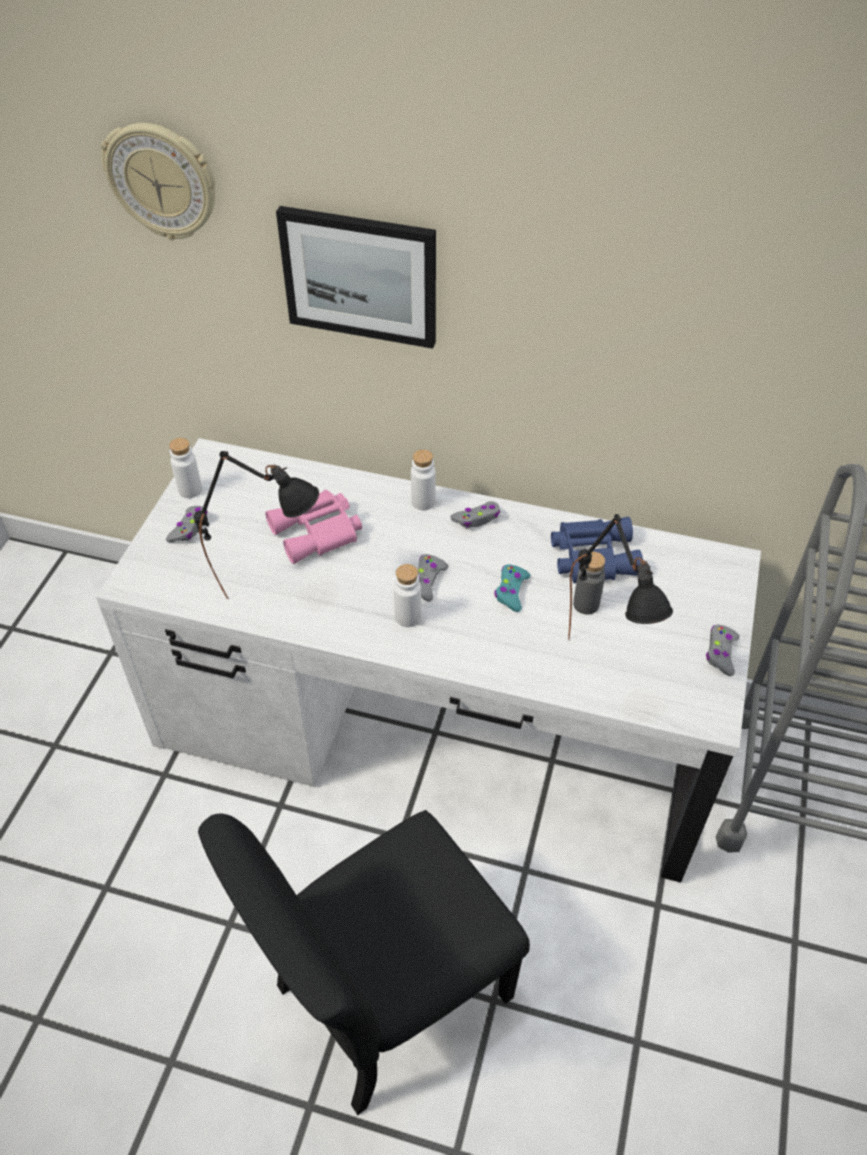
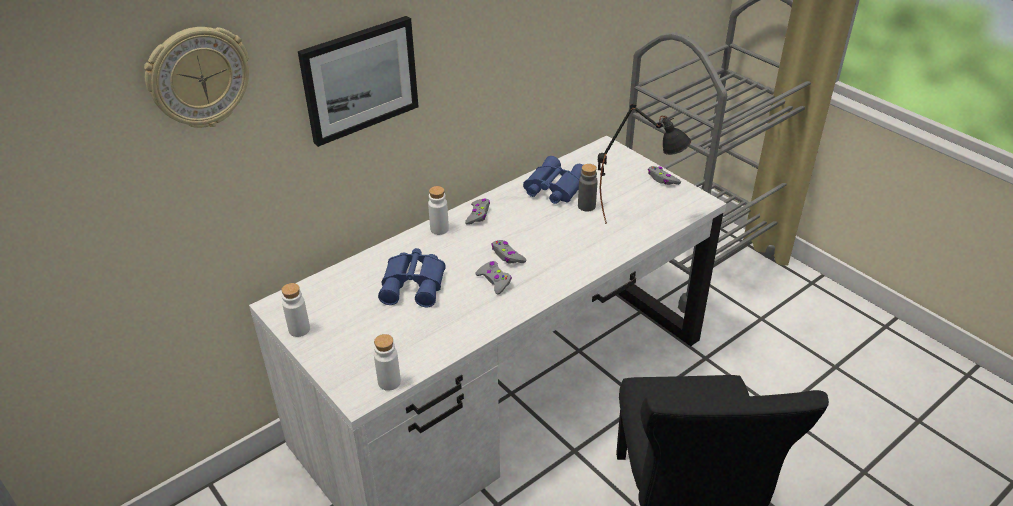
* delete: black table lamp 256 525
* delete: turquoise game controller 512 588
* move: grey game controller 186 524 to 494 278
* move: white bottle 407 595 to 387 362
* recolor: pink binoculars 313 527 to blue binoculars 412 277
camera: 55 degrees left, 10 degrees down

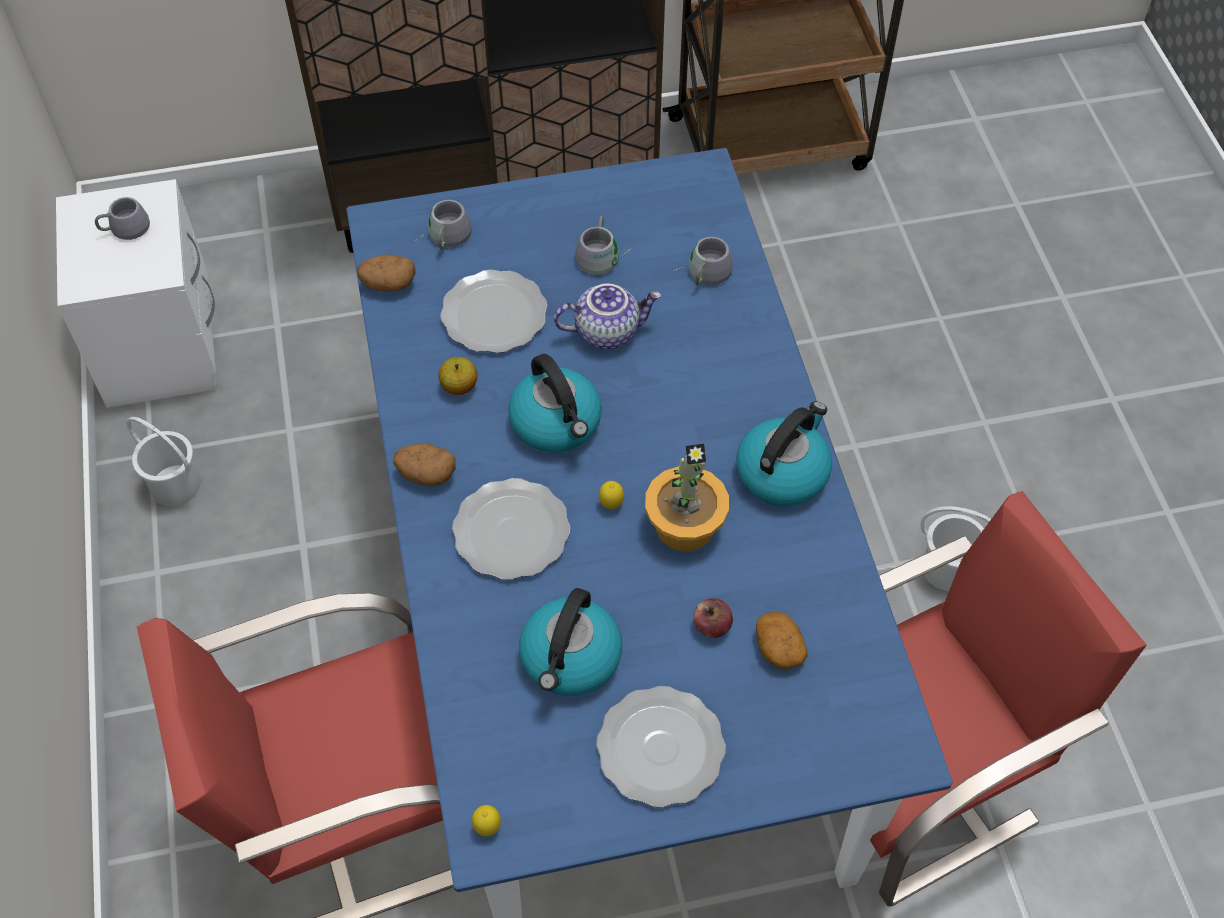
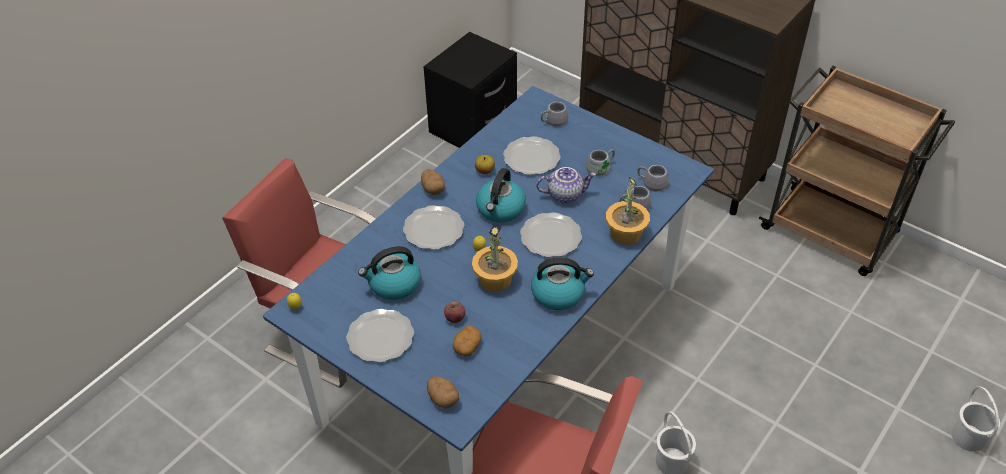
* insert: plate 551 234
* insert: potted plant 628 211
* move: grey mug 122 218 to 653 178
* move: white bucket 163 461 to 975 419
* move: potato 386 273 to 443 392
* recolor: white nightstand 136 293 to black nightstand 470 90
* rotate: teapot 607 316 = 566 185 45 degrees counterclockwise
camera: 50 degrees right, 10 degrees down

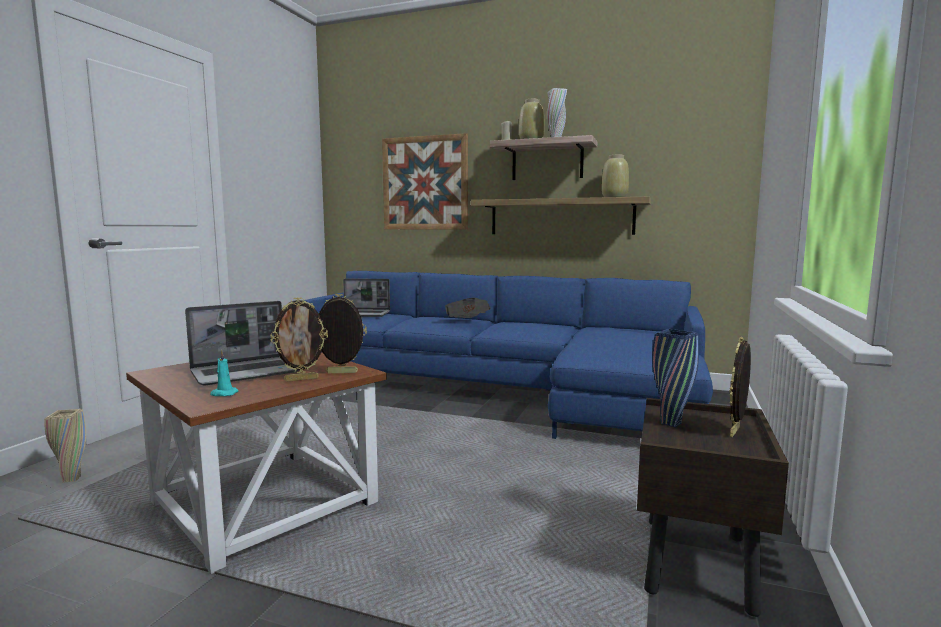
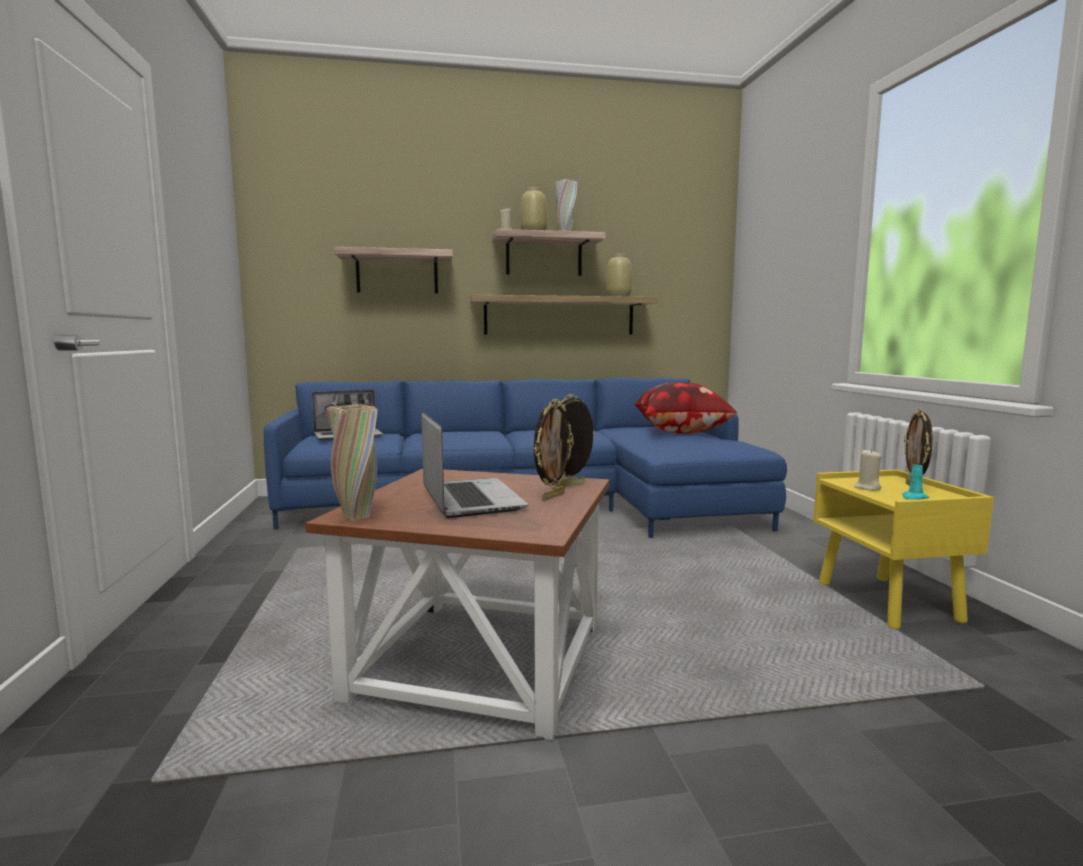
* delete: newspaper 467 308
* insert: pillow 685 408
* move: beige vase 65 446 to 352 462
* move: turquoise candle 224 373 to 915 478
* replace: picture 425 181 to shelf 393 270
* replace: blue vase 675 378 to beige candle 868 469
* recolor: brown nightstand 713 507 to yellow nightstand 903 549
* rotate: laptop 242 343 = 474 465 45 degrees counterclockwise
camera: 30 degrees left, 0 degrees up

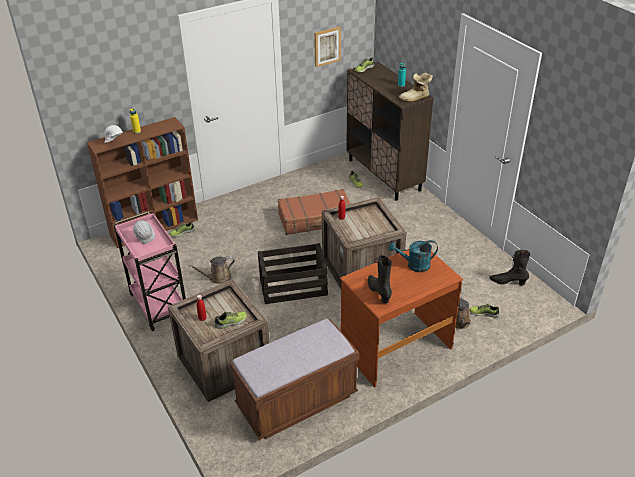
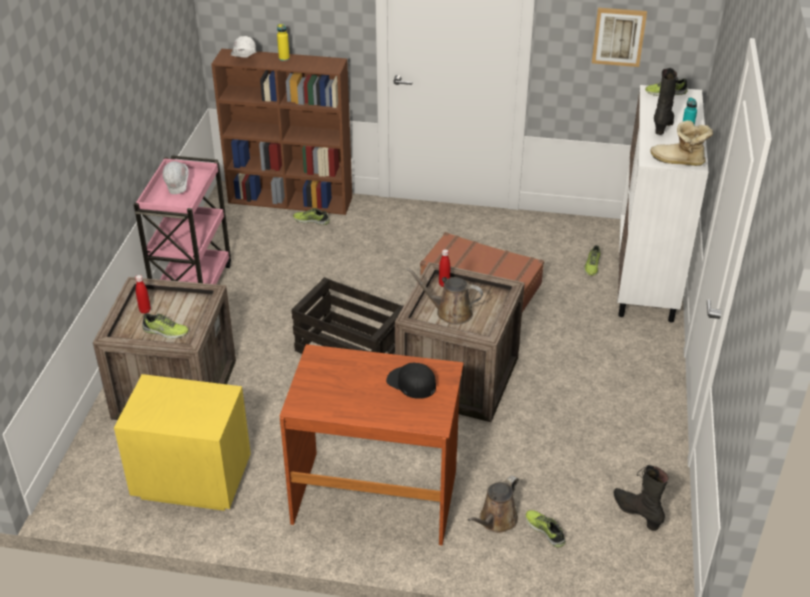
* move: brown watering can 211 270 to 444 296
* move: black boot 380 279 to 666 101
* replace: brown bench 294 379 to yellow nightstand 182 442
* replace: turquoise watering can 413 256 to black cap 411 381
* recolor: brown cabinet 389 130 to white cabinet 663 204
camera: 40 degrees right, 0 degrees up

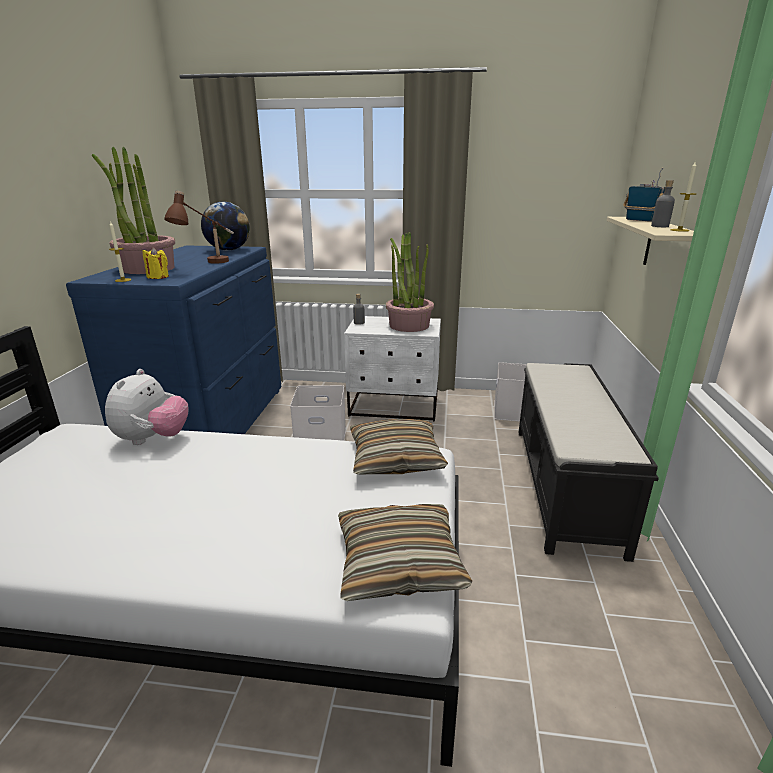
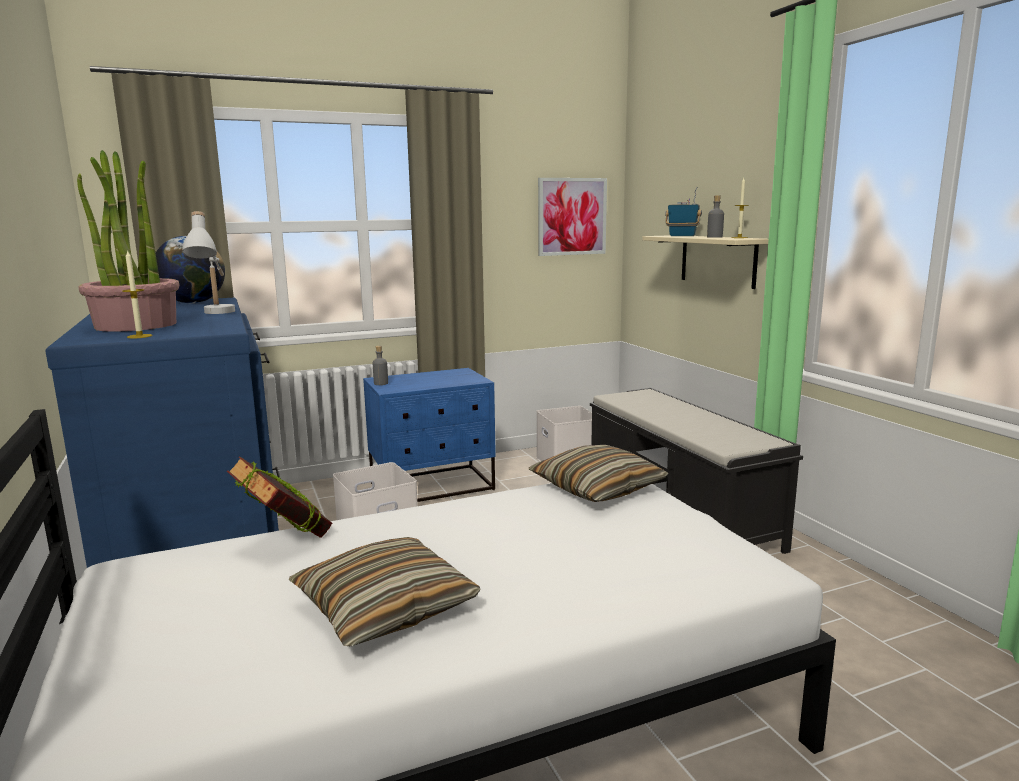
* delete: yellow candle 156 263
* delete: potted plant 410 282
* insert: picture 572 217
* move: pillow 405 552 to 384 591
* replace: plush toy 147 407 to book 279 497
* recolor: brown table lamp 199 227 to white table lamp 208 262
* recolor: white nightstand 392 368 to blue nightstand 429 435
camera: 30 degrees left, 10 degrees down

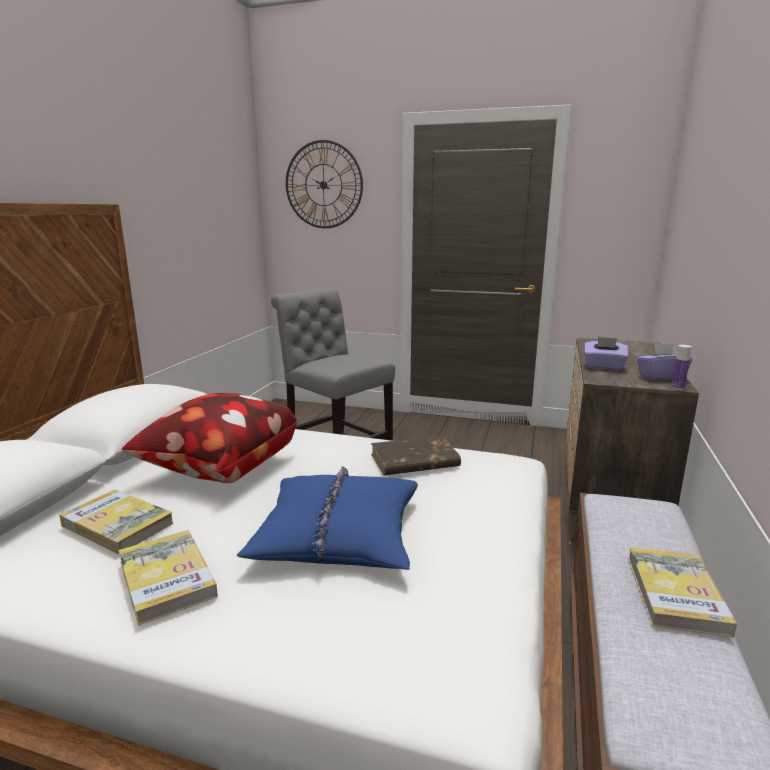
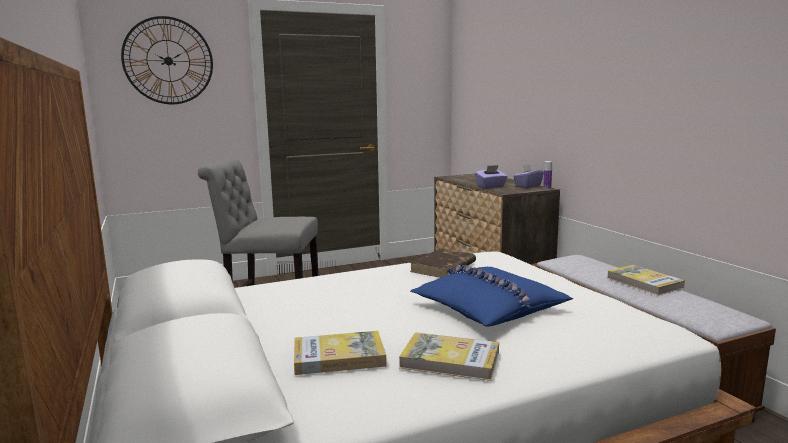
* delete: pillow 209 438
camera: 40 degrees left, 5 degrees down

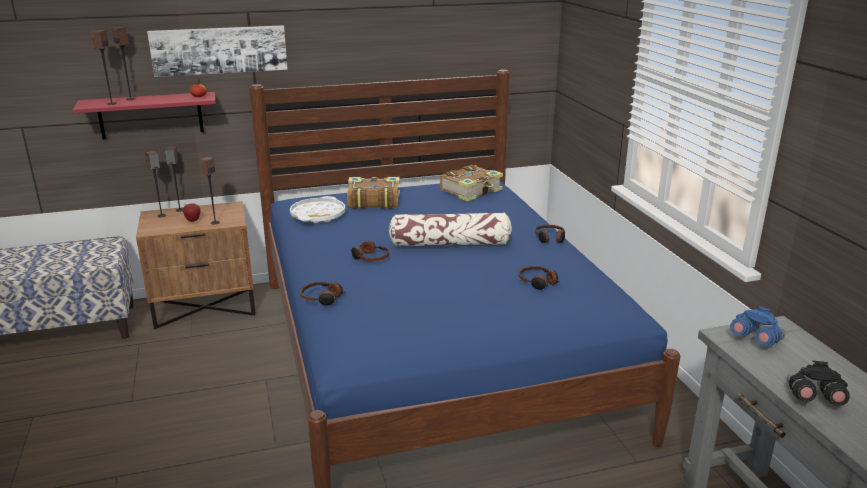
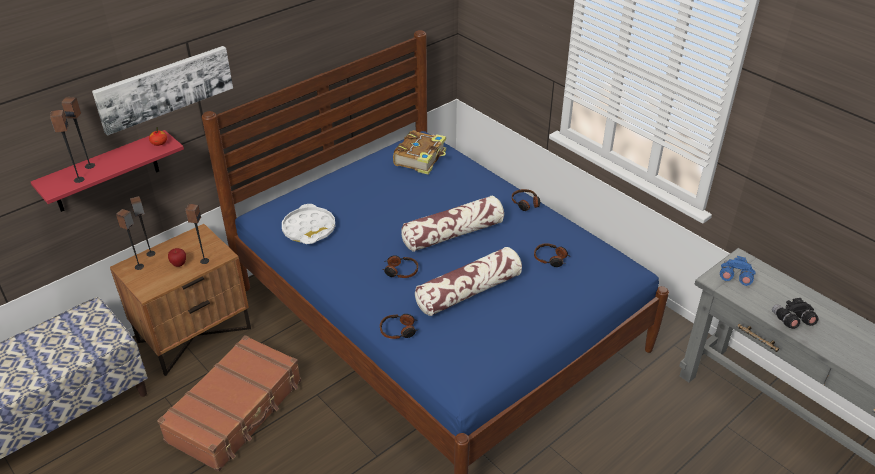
* delete: book 373 193
* insert: brown suitcase 229 403
* insert: pillow 468 281
camera: 25 degrees left, 15 degrees up

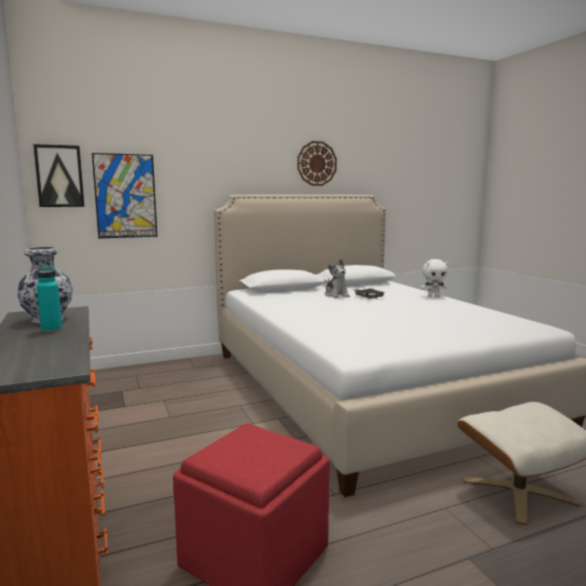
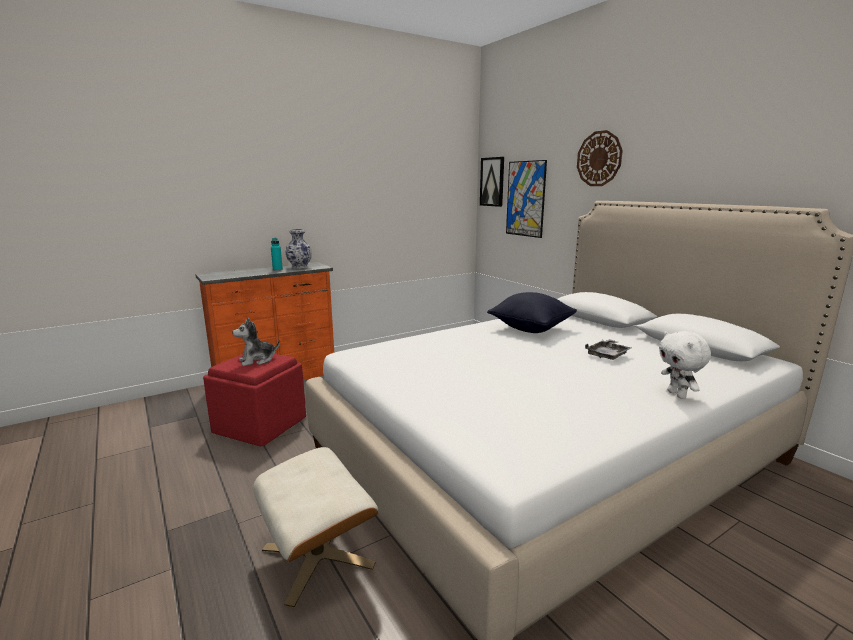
* insert: black pillow 532 312
* move: wall clock 317 163 to 600 158
* move: plush toy 337 278 to 256 342
camera: 80 degrees right, 5 degrees up

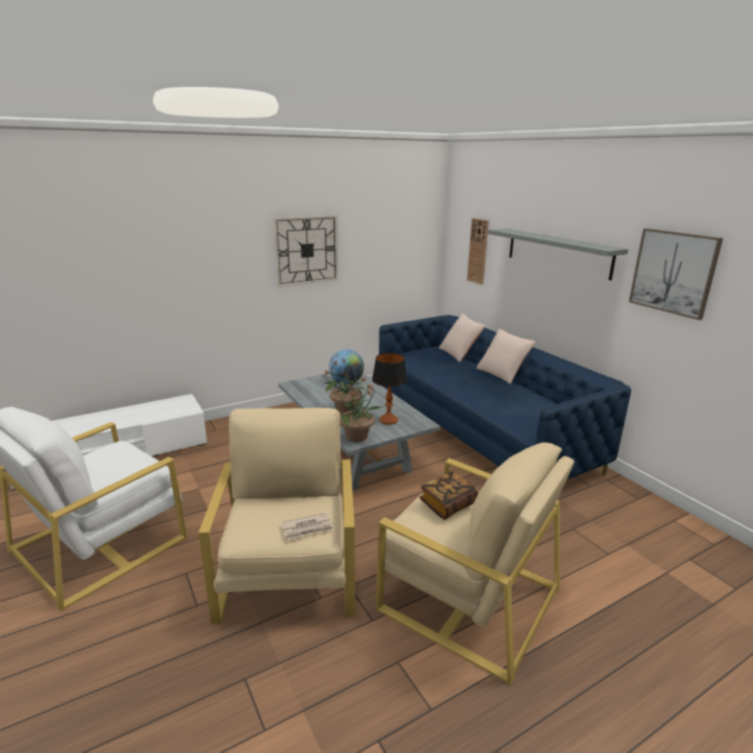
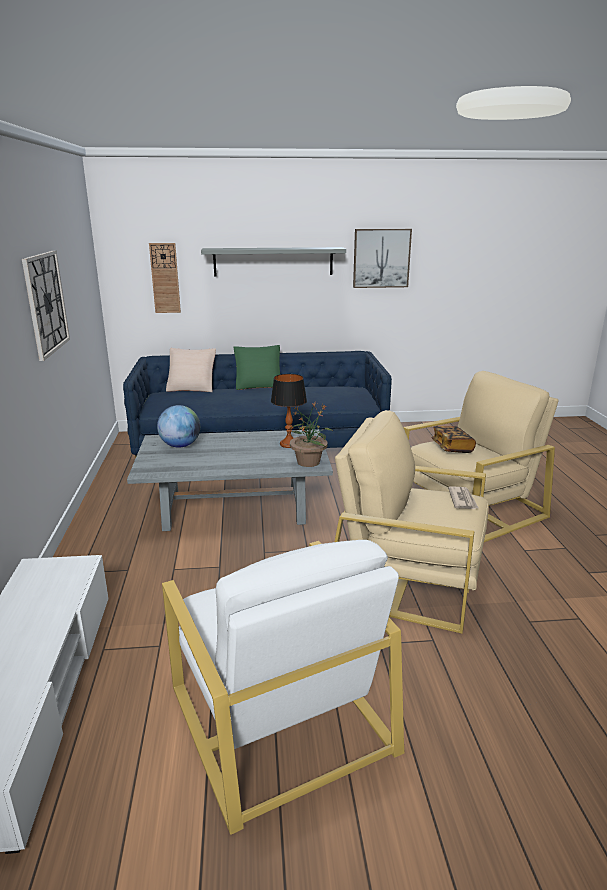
* delete: potted plant 345 386
* recolor: beige pillow 505 356 to green pillow 257 367
camera: 65 degrees left, 0 degrees up

